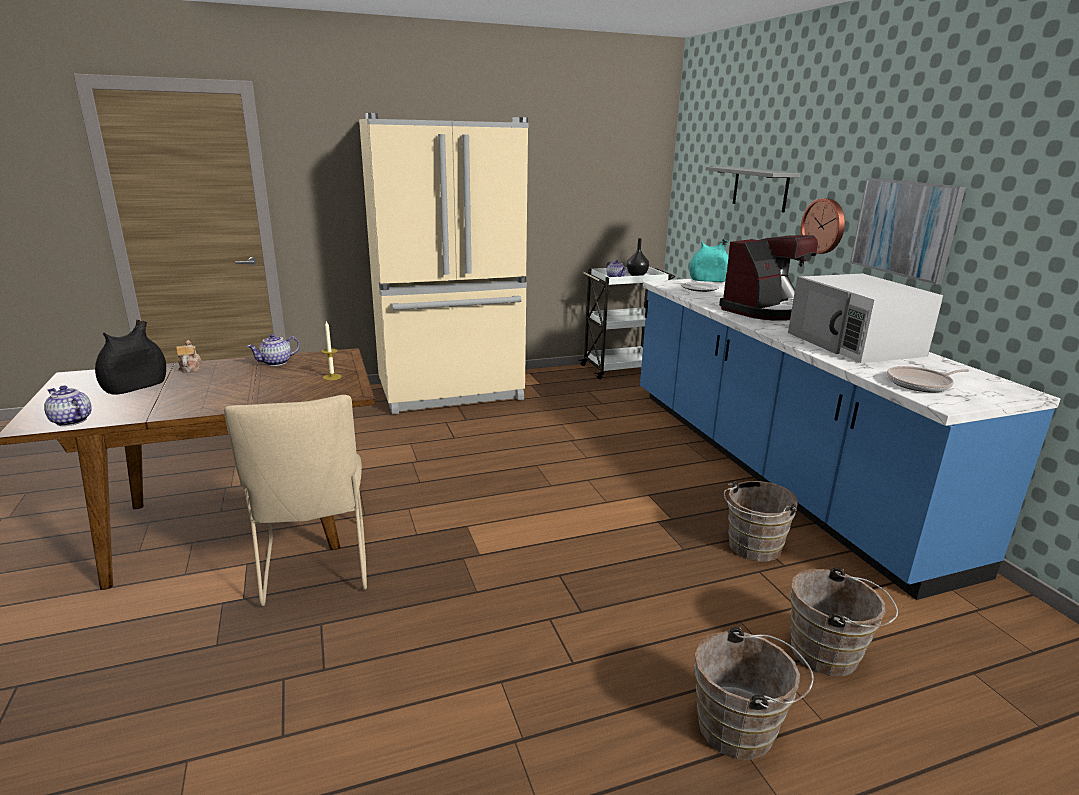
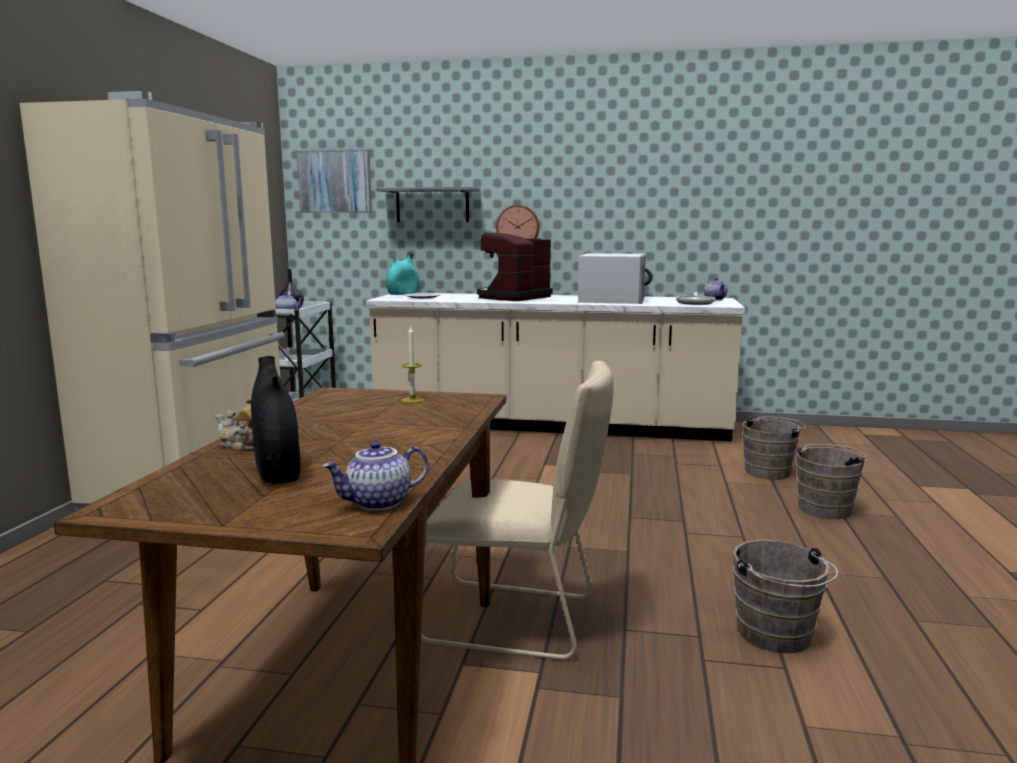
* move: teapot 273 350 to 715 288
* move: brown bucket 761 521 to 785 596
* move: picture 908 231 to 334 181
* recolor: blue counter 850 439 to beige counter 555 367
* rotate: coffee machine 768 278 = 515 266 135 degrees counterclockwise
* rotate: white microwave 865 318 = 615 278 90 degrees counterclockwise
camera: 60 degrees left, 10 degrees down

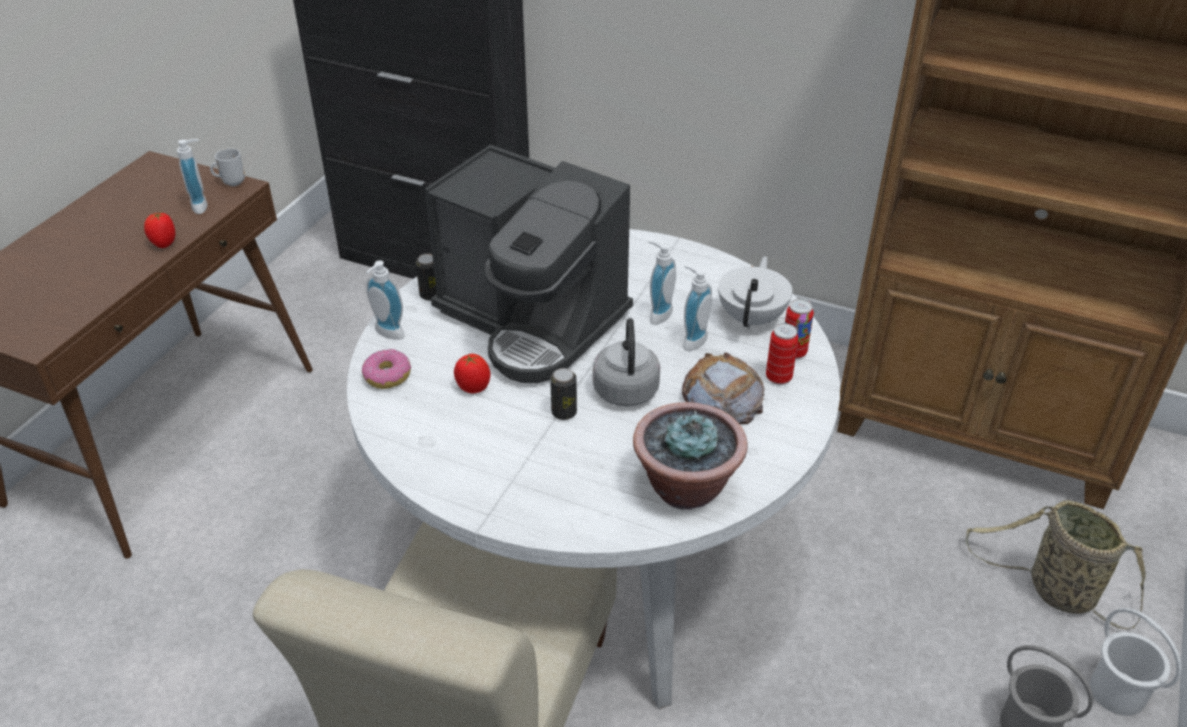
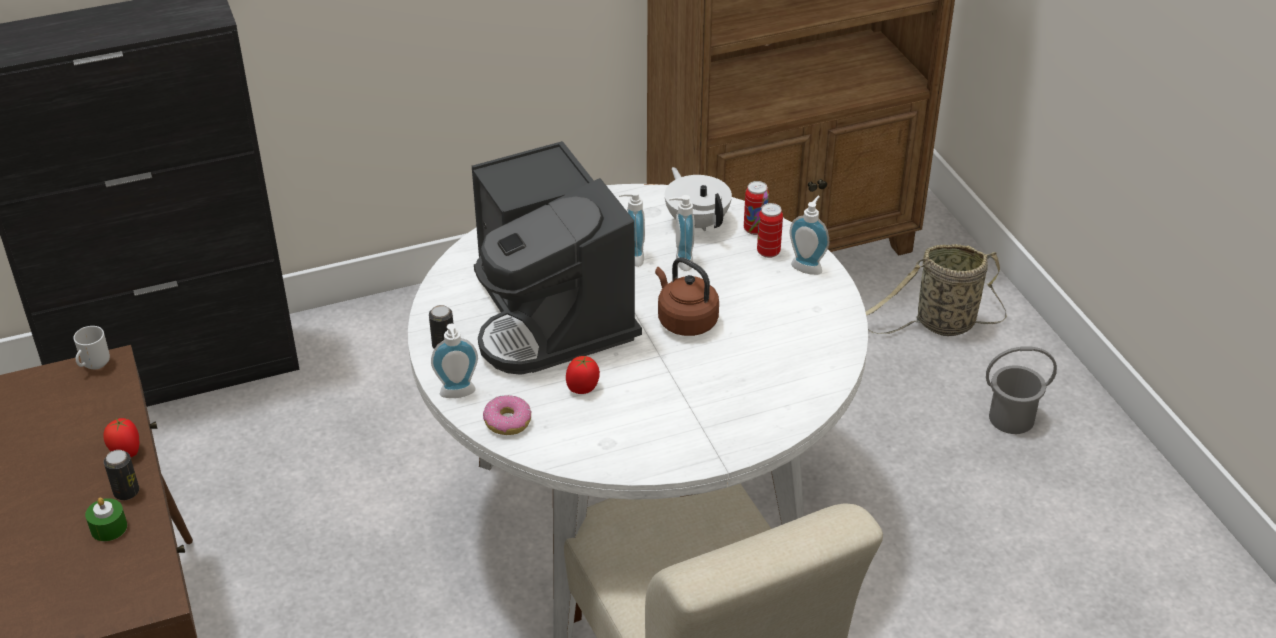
* delete: potted plant 690 456
* delete: bread 723 388
* delete: white bucket 1136 662
* insert: green candle 106 519
* move: soap dispenser 192 176 to 809 235
* move: can 563 394 to 121 475
* recolor: grey kettle 626 362 to brown kettle 687 296
* rotate: coffee machine 529 264 = 557 258 75 degrees clockwise
camera: 45 degrees left, 0 degrees up

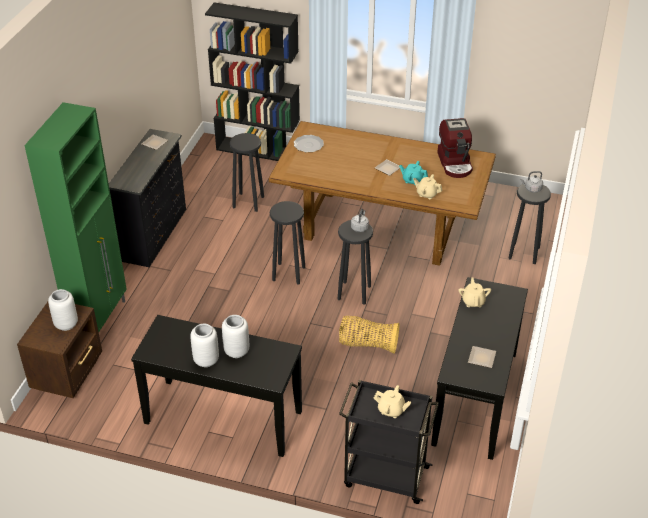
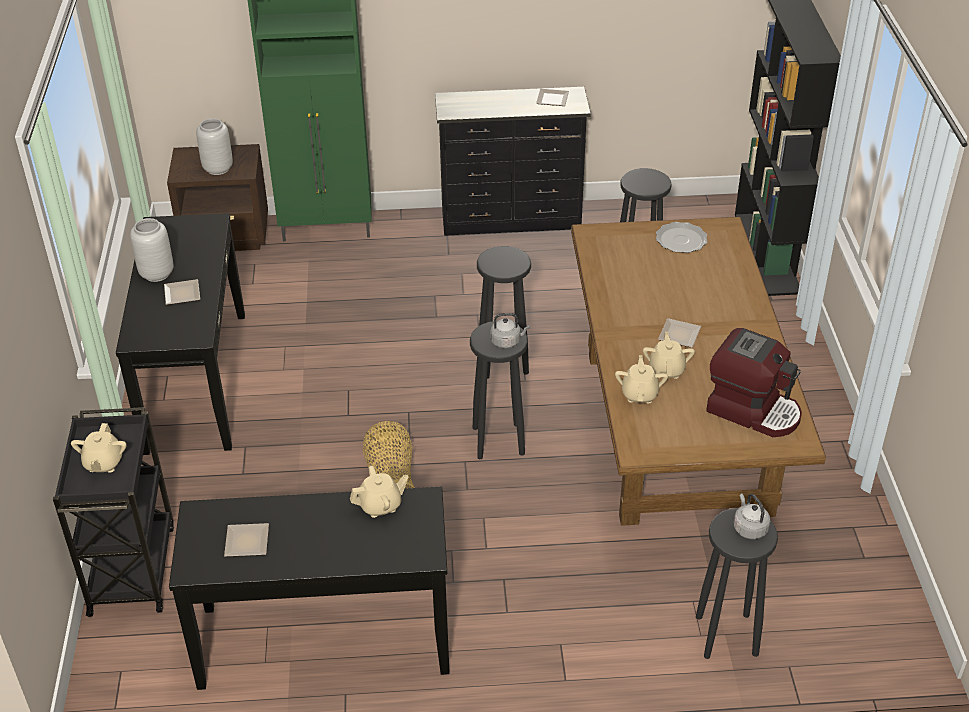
* replace: grey vase 235 336 to plate 182 292
* recolor: turquoise teapot 413 173 to beige teapot 669 355
* rotate: coffee machine 455 148 = 754 382 120 degrees counterclockwise
camera: 70 degrees right, 0 degrees up

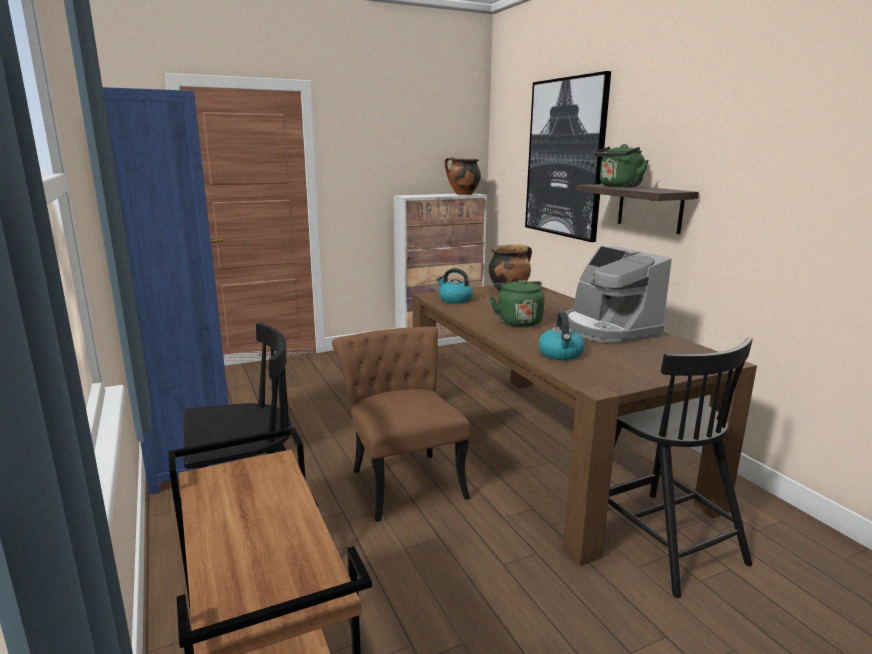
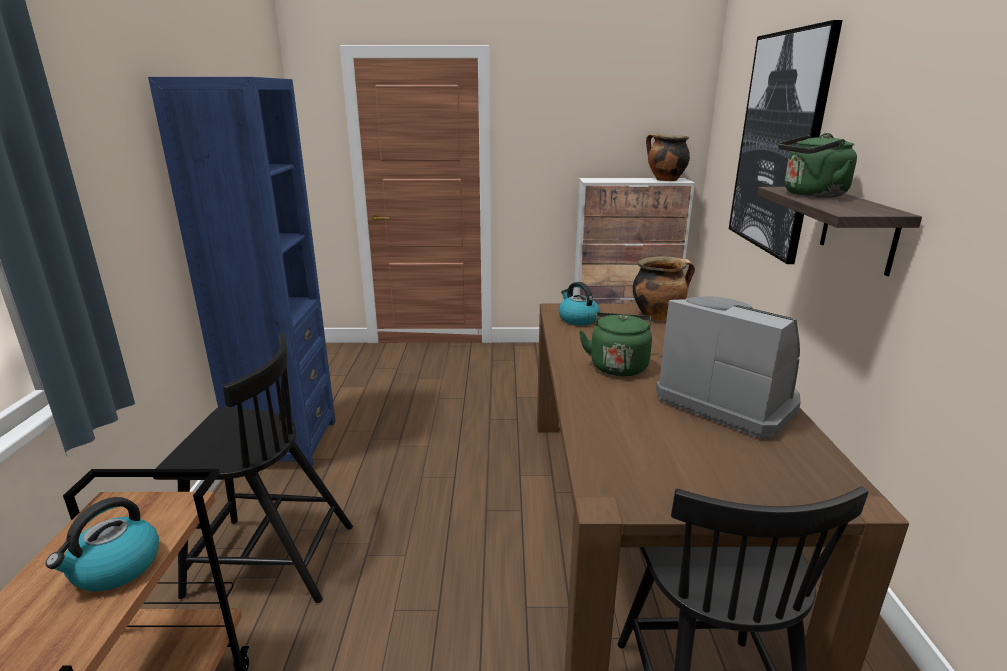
* delete: brown chair 401 424
* move: kettle 561 336 to 102 544
* rotate: coffee machine 618 294 = 728 367 135 degrees clockwise
camera: 25 degrees right, 5 degrees up

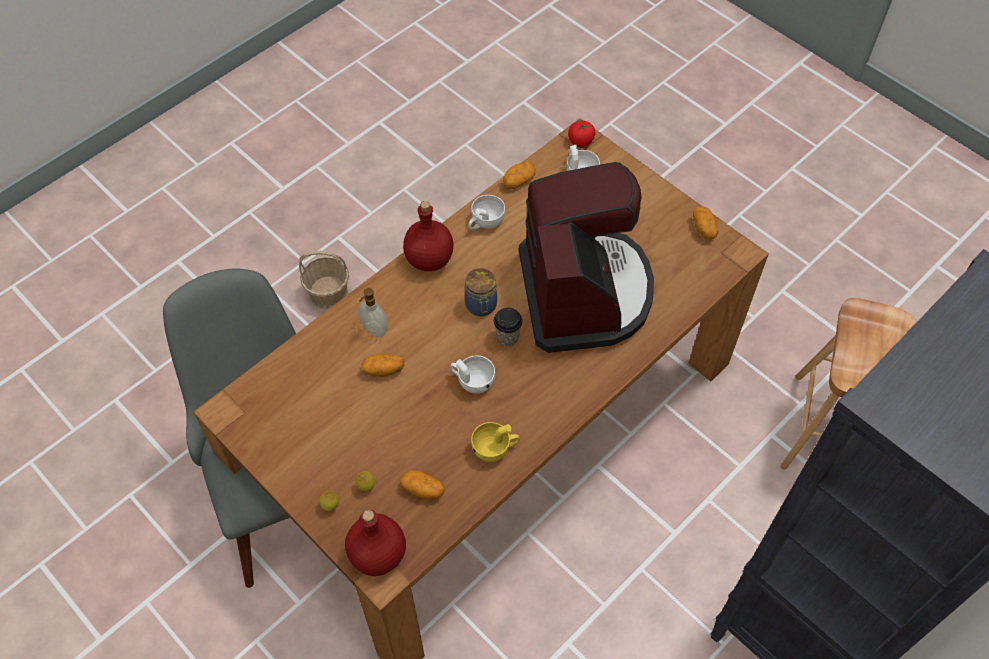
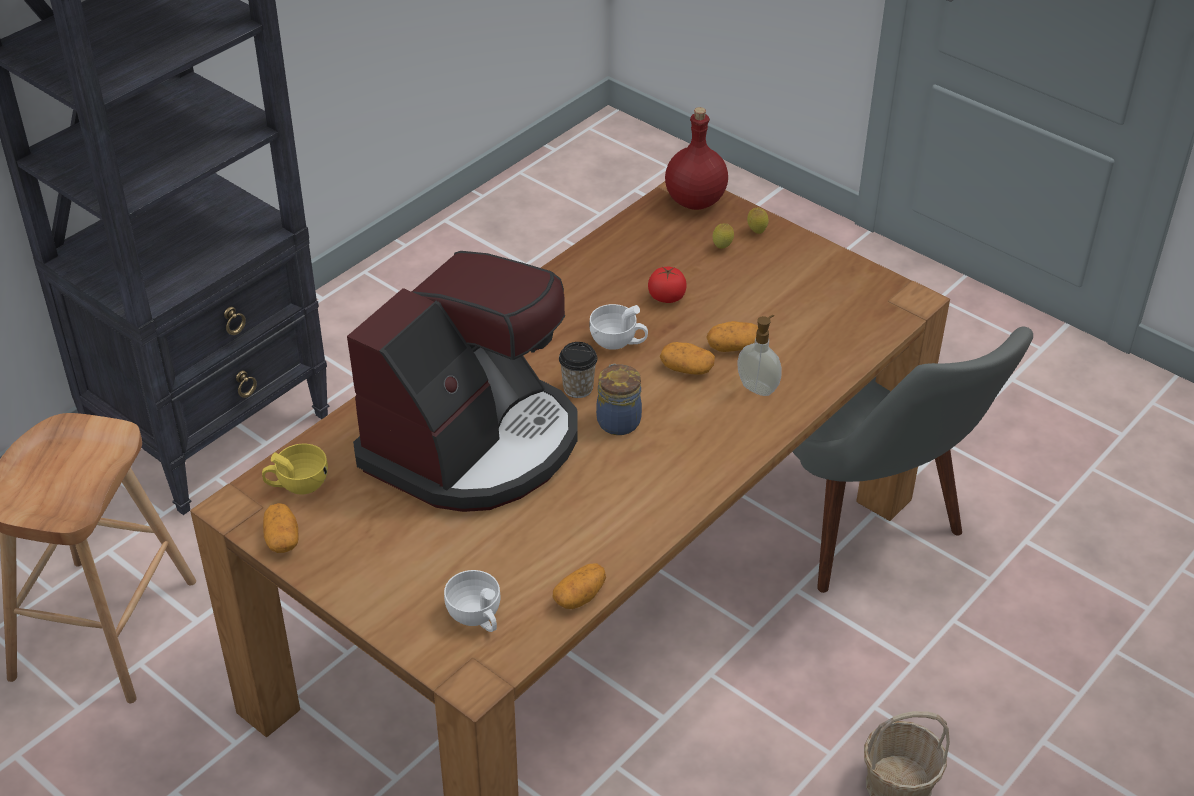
* delete: red bottle 428 236
* delete: white cup 487 212
* move: potato 422 484 to 687 358
* move: yellow cup 495 442 to 295 469
* move: tomato 581 133 to 667 285
* rotate: coffee machine 586 257 = 462 381 135 degrees counterclockwise
camera: 175 degrees right, 15 degrees down

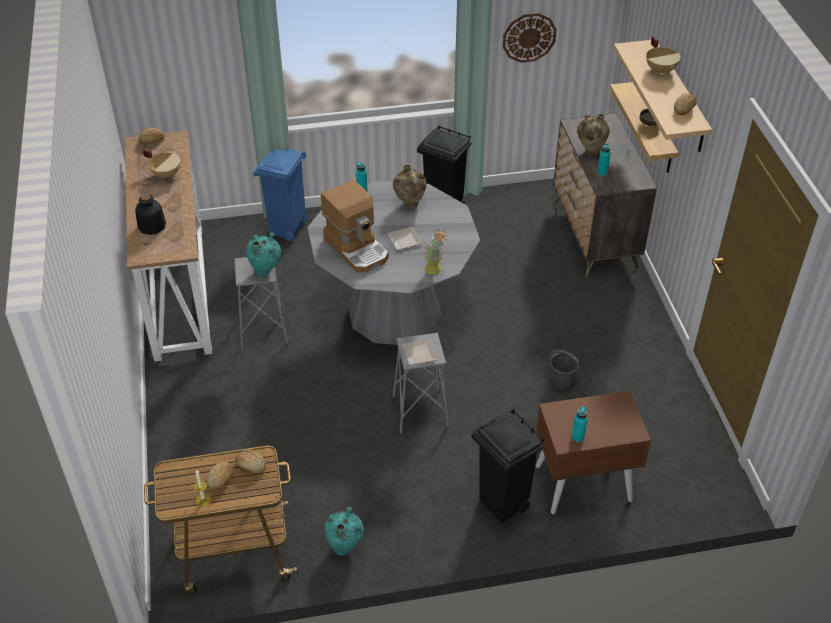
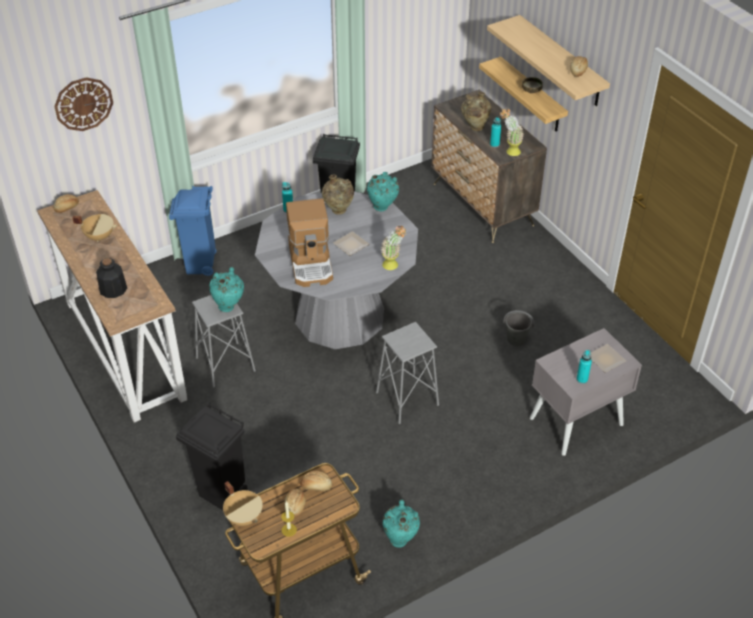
* insert: turquoise vase 383 191
* insert: potted plant 512 132
* move: plate 420 352 to 608 358
* move: black trash can 508 465 to 212 456
* move: wall clock 530 38 to 83 104
* move: beige cooking pot 663 55 to 243 503
* recolor: brown nightstand 593 452 to grey nightstand 586 392
* rotate: coffee machine 355 226 = 309 242 45 degrees clockwise
camera: 20 degrees left, 0 degrees up

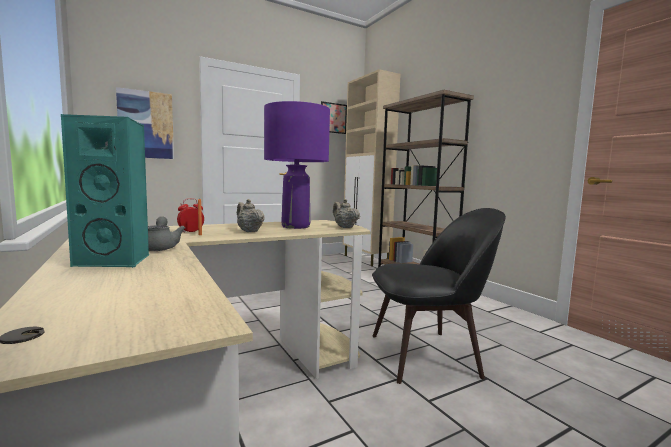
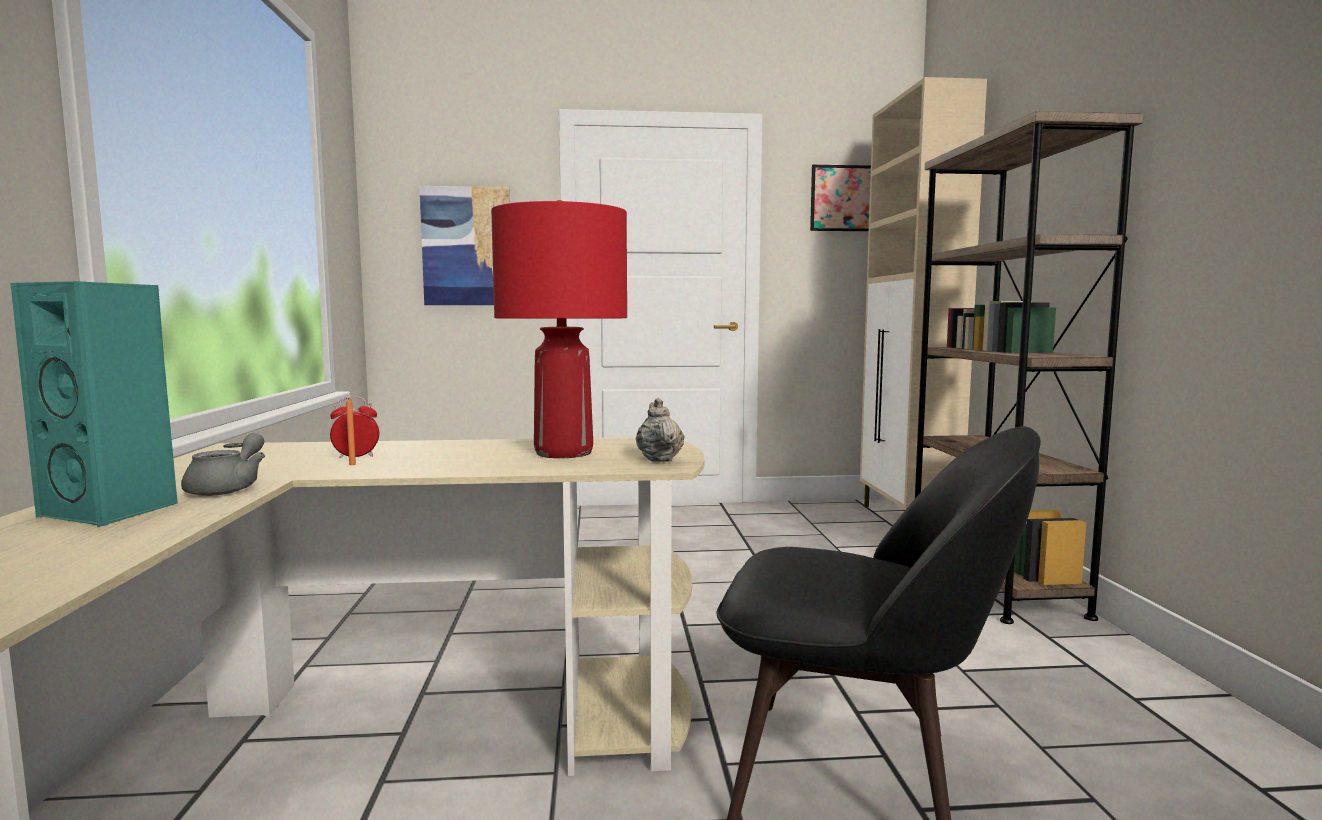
* delete: beige teapot 251 215
* recolor: purple table lamp 297 165 to red table lamp 559 329
camera: 25 degrees right, 0 degrees up

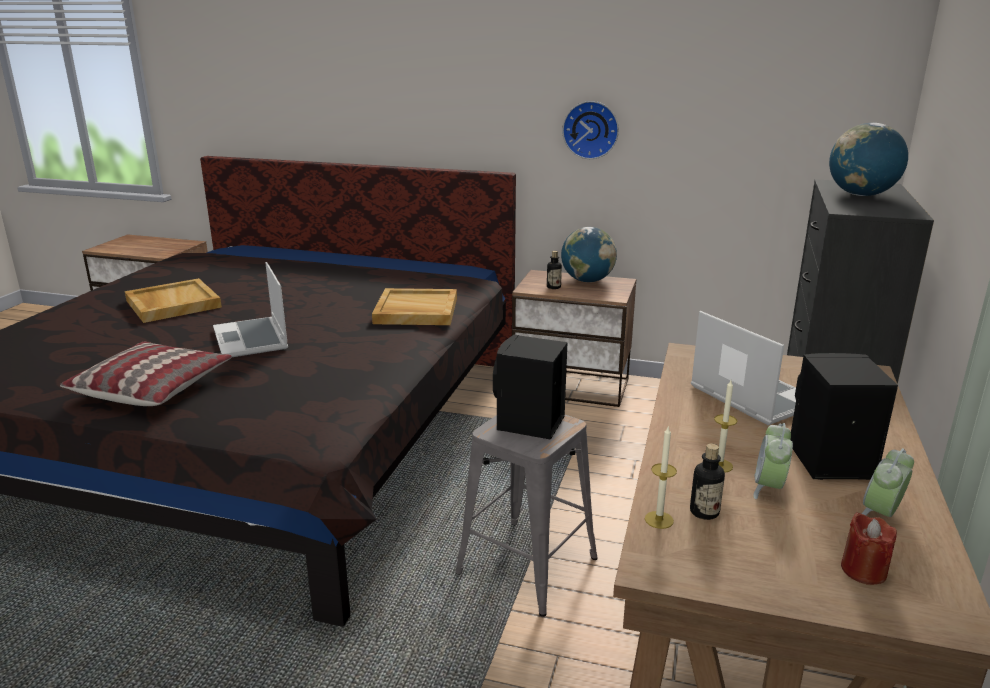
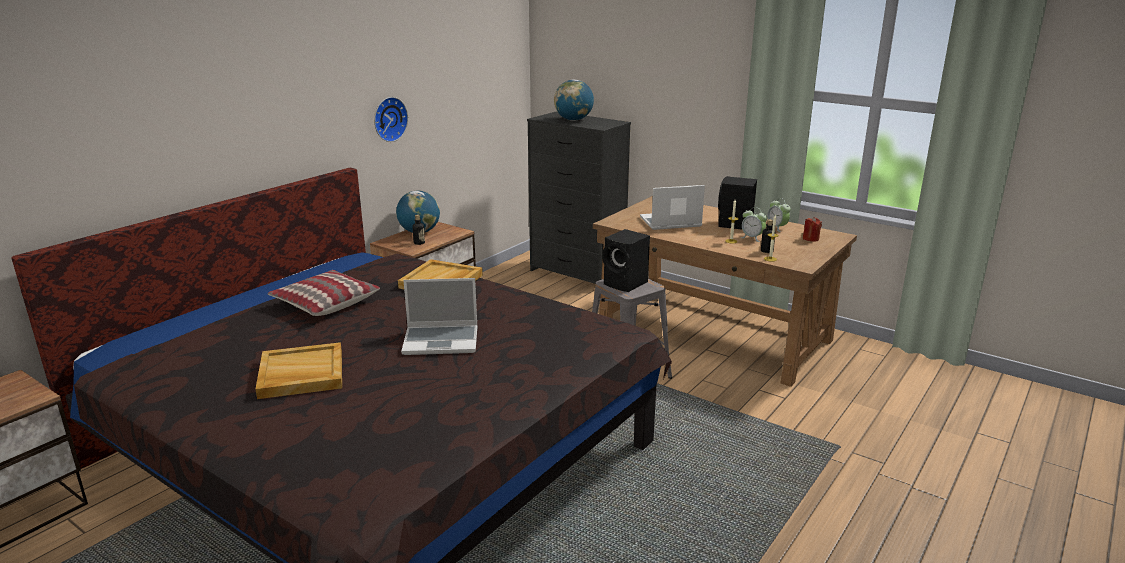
* move: pillow 146 374 to 324 293
camera: 70 degrees left, 0 degrees up

